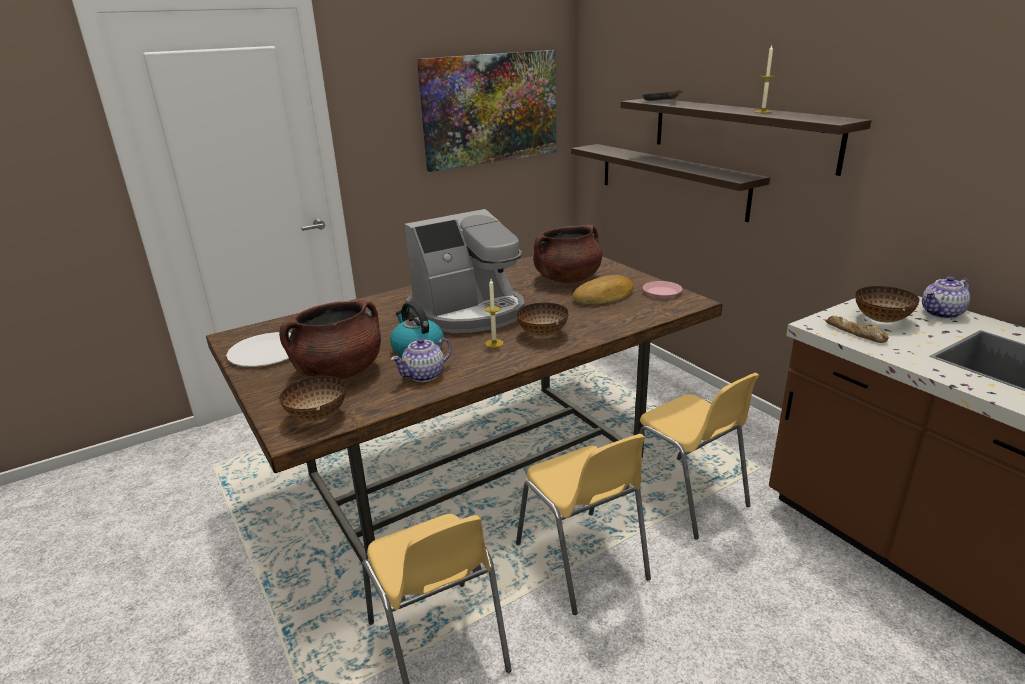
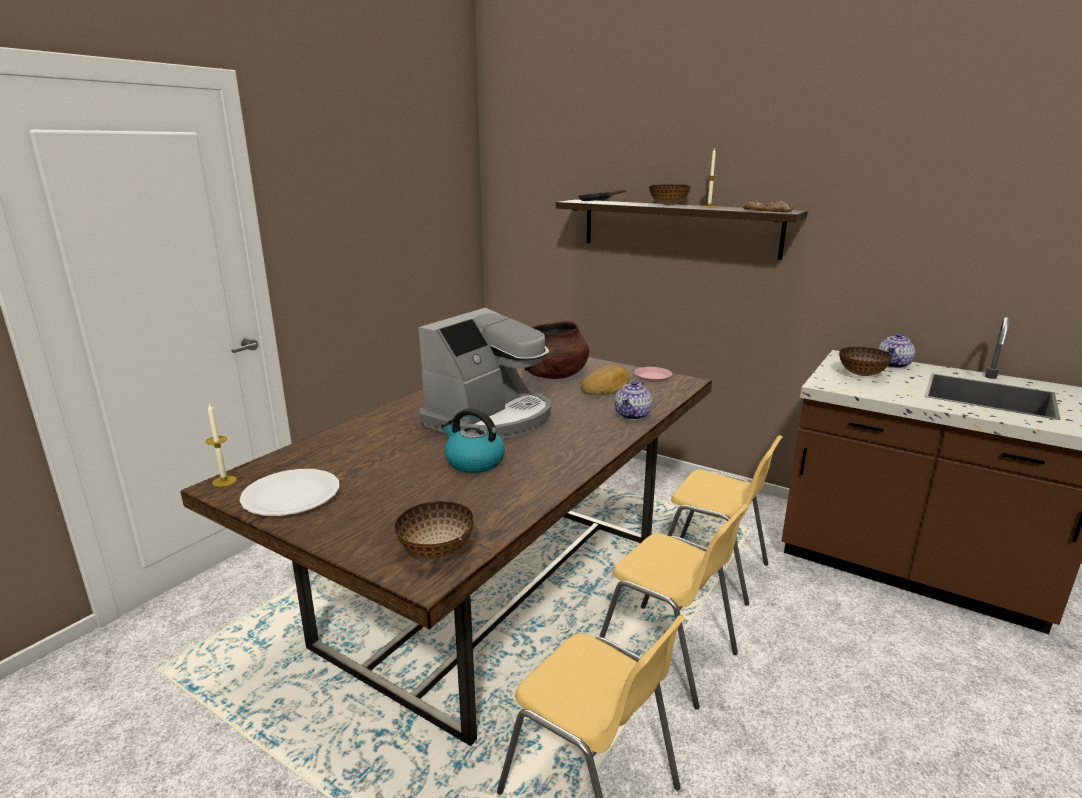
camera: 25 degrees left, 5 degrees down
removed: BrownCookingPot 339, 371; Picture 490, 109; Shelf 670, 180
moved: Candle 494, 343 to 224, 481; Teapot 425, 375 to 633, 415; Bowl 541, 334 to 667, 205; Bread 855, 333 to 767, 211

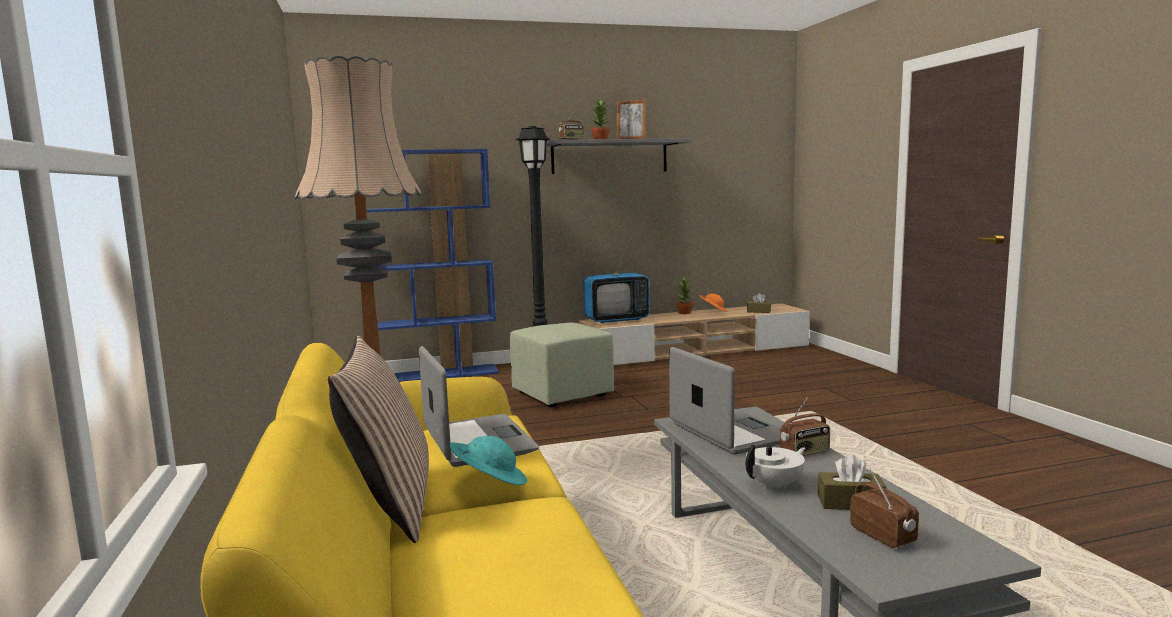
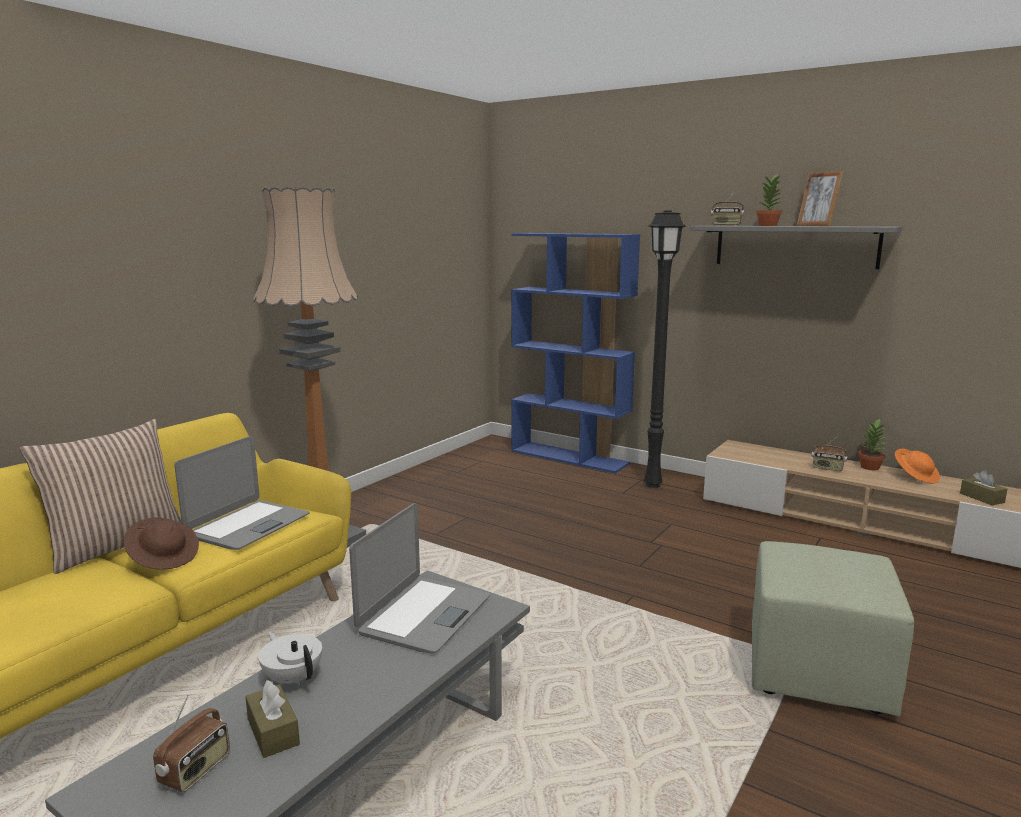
camera: 50 degrees right, 5 degrees up
removed: Television 617, 320
moved: GreenOttoman 561, 394 to 816, 670; Radio 805, 452 to 827, 468
recoloured: TurquoiseHat 489, 482 to BrownHat 164, 558
turned: WhiteTeapot 775, 485 = 293, 678 150 degrees counterclockwise

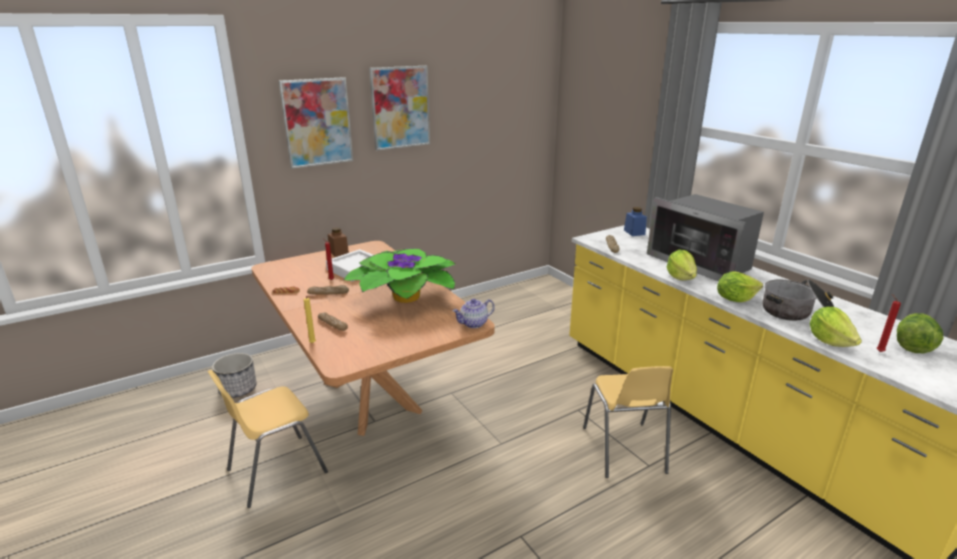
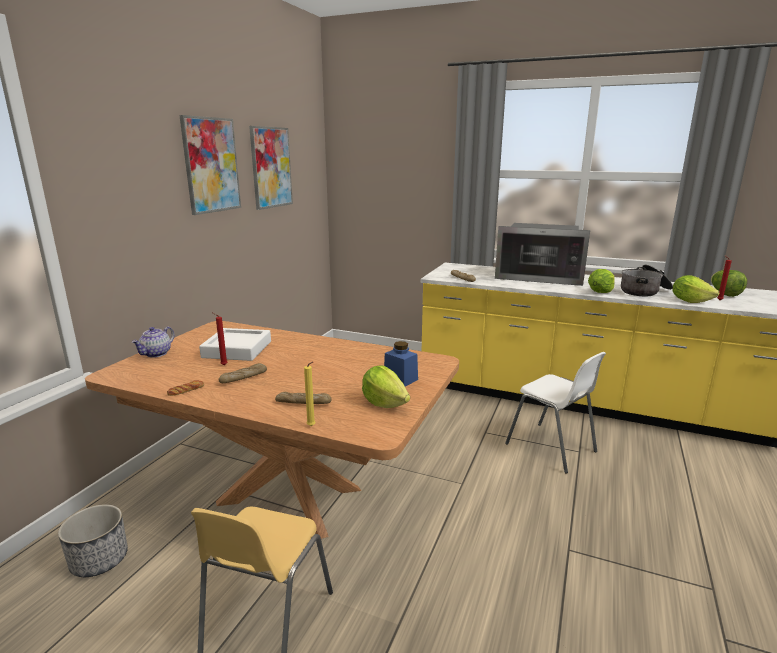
camera: 35 degrees left, 5 degrees down
removed: BrownJar 338, 252; PottedPlant 404, 298
moved: Teapot 473, 324 to 156, 354; Picture 317, 122 to 271, 167; Lettuce 680, 277 to 384, 403; BlueJar 634, 232 to 400, 379
recoloured: YellowChair 624, 450 to WhiteChair 551, 448

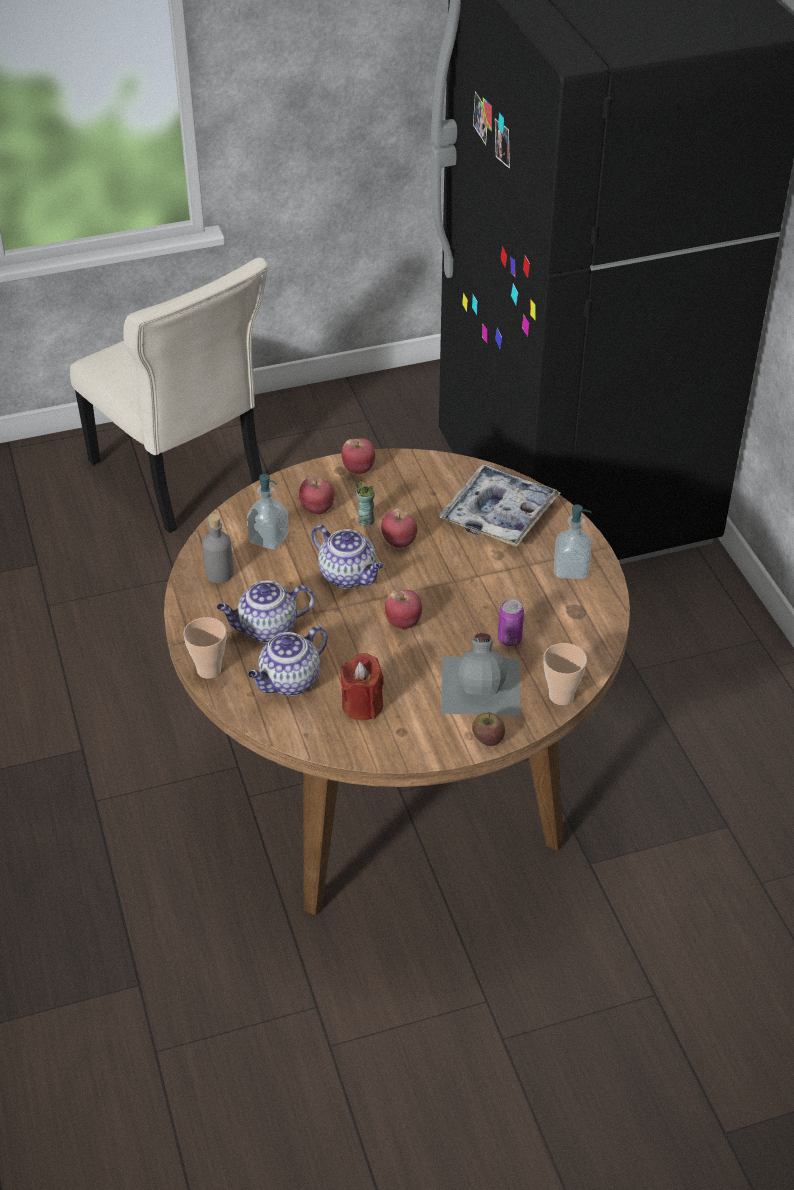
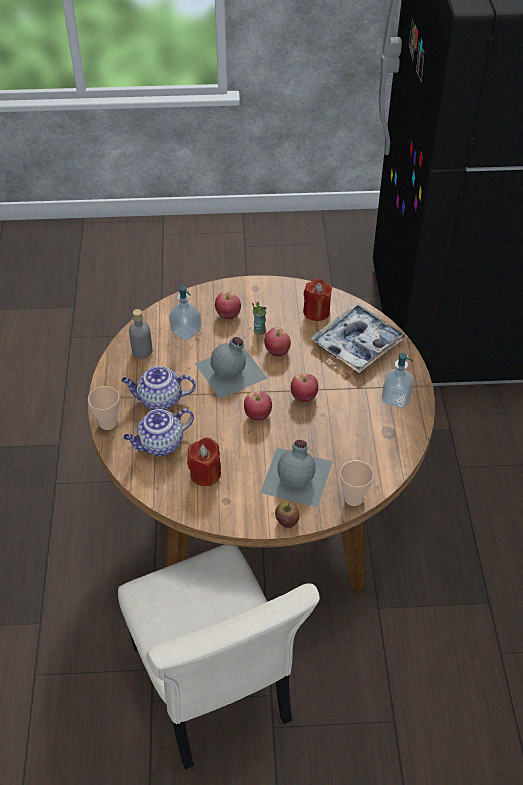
camera: 15 degrees right, 5 degrees up
removed: Can 509, 639
added: RedCandle 316, 312
moved: BeigeChair 180, 477 to 213, 689; Apple 359, 469 to 304, 397
replaced: Teapot 349, 576 to GreyBottle 232, 371

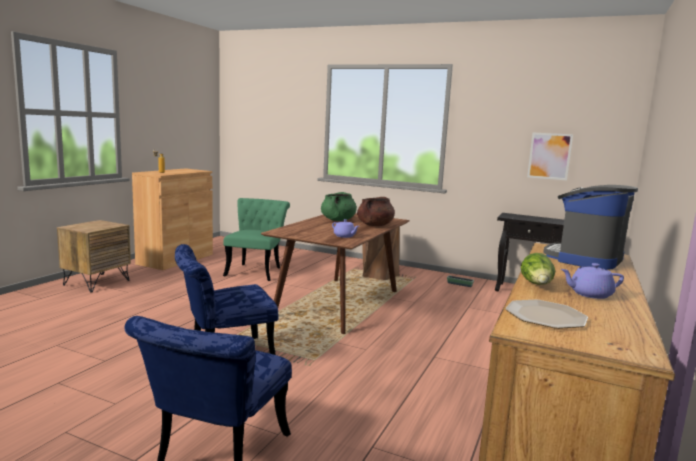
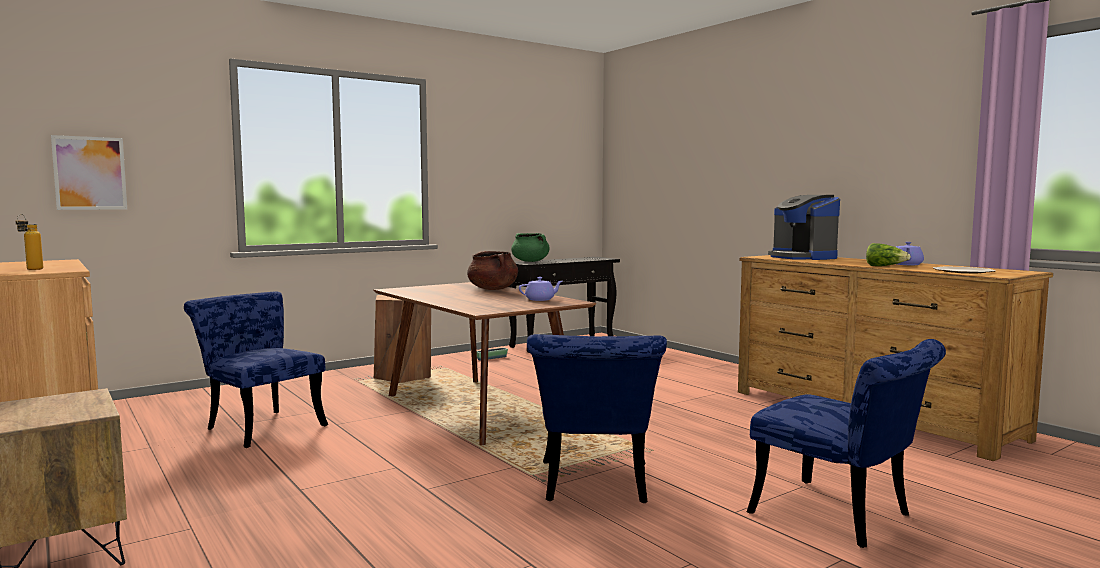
camera: 60 degrees left, 5 degrees down
moved: Picture 549, 156 to 90, 173; GreenCookingPot 338, 220 to 530, 261
recoloured: GreenChair 256, 271 to BlueChair 260, 426

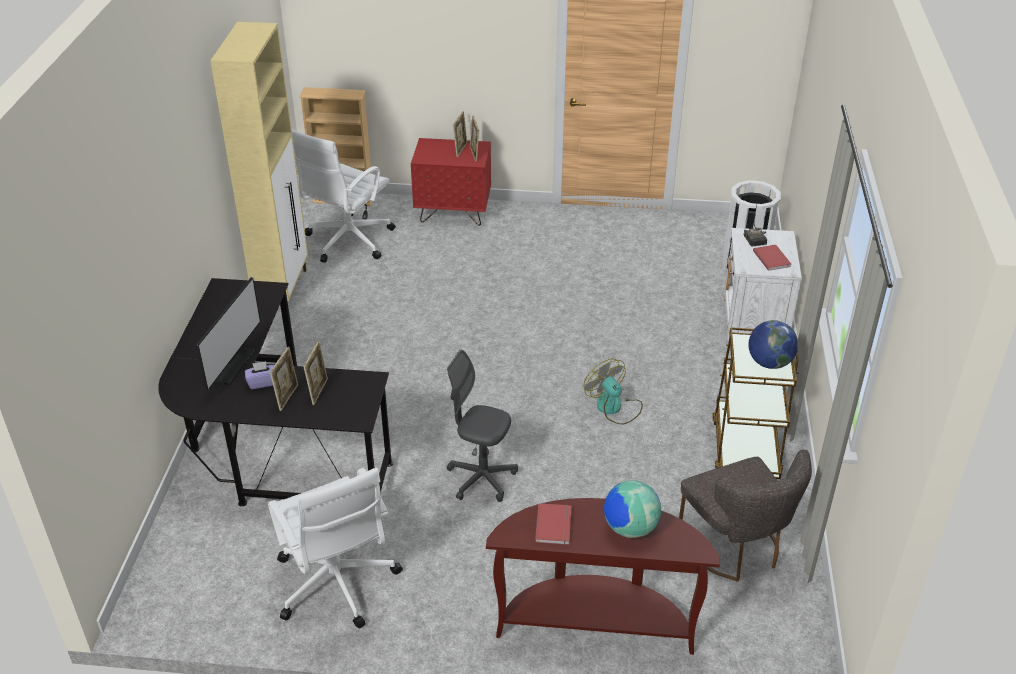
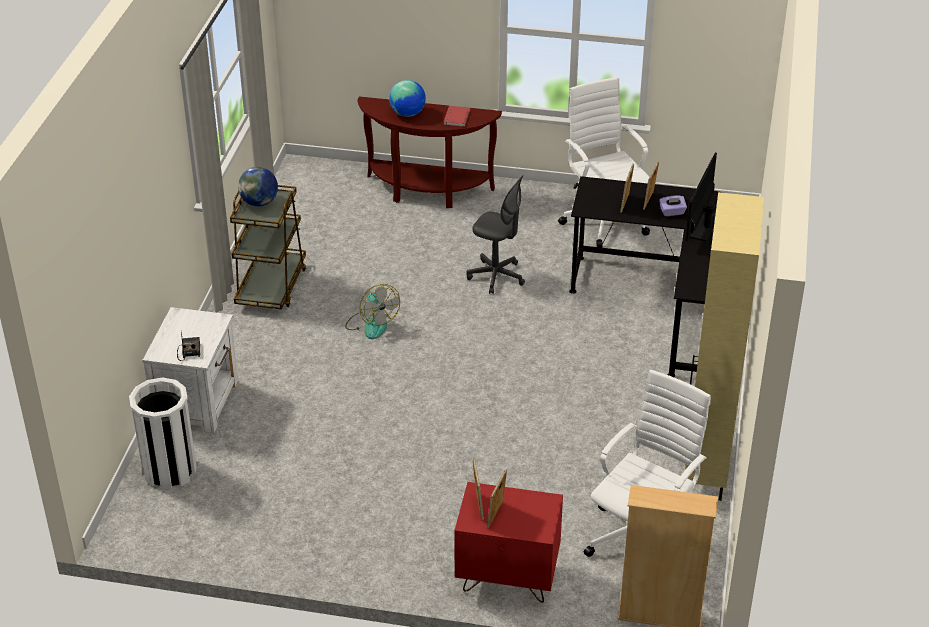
camera: 175 degrees left, 0 degrees up
removed: GreyChair 736, 549; RedBook 772, 258

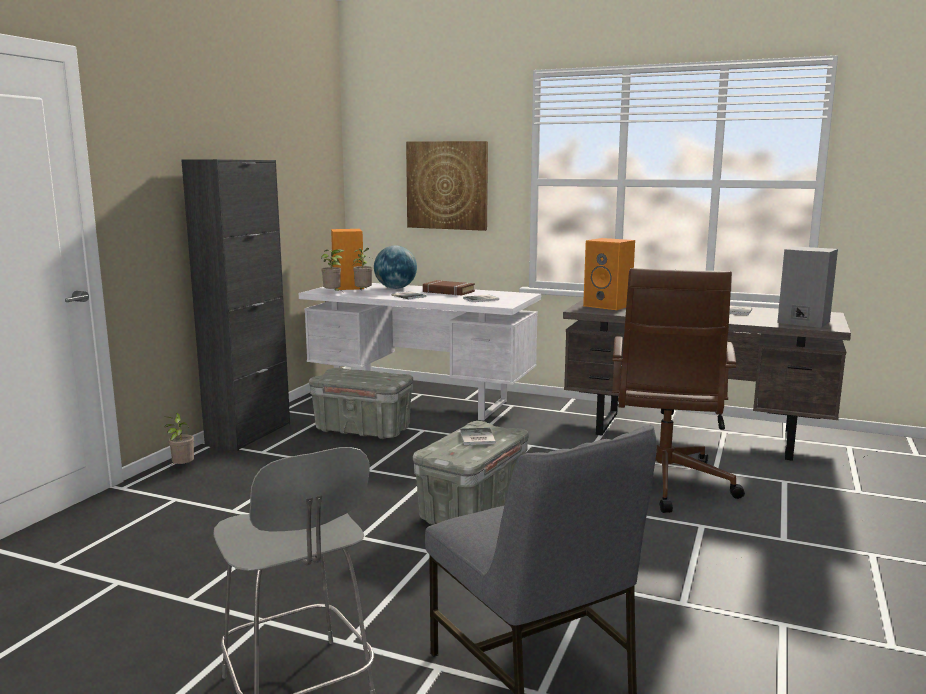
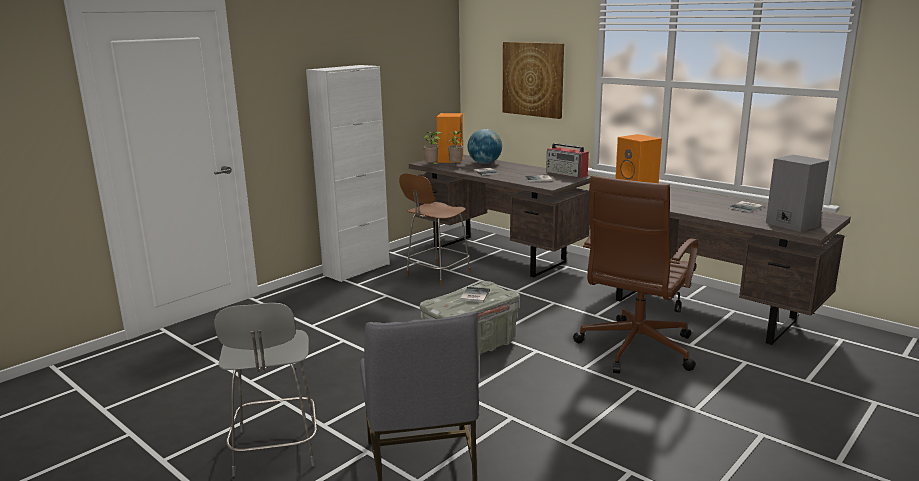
camera: 20 degrees right, 5 degrees up
removed: PottedPlant 182, 468; BrownBook 448, 292
added: Radio 567, 174
replaced: GreyStorageBox 362, 430 to BrownChair 436, 275
recoloured: BlackCabinet 249, 434 to WhiteCabinet 357, 269; WhiteDesk 422, 401 to BrownDesk 499, 255

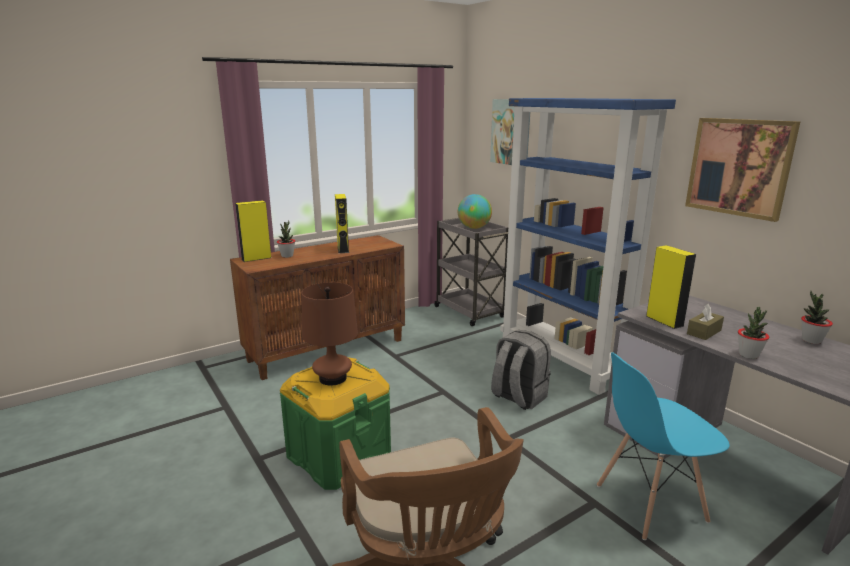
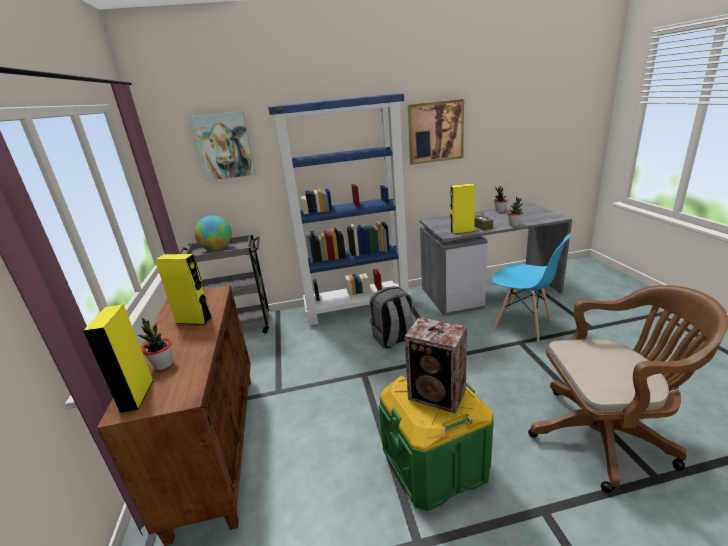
camera: 65 degrees left, 5 degrees up
replaced: BrownTableLamp 333, 378 to Speaker 438, 395
turned: BlueChair 649, 503 = 522, 324 60 degrees counterclockwise

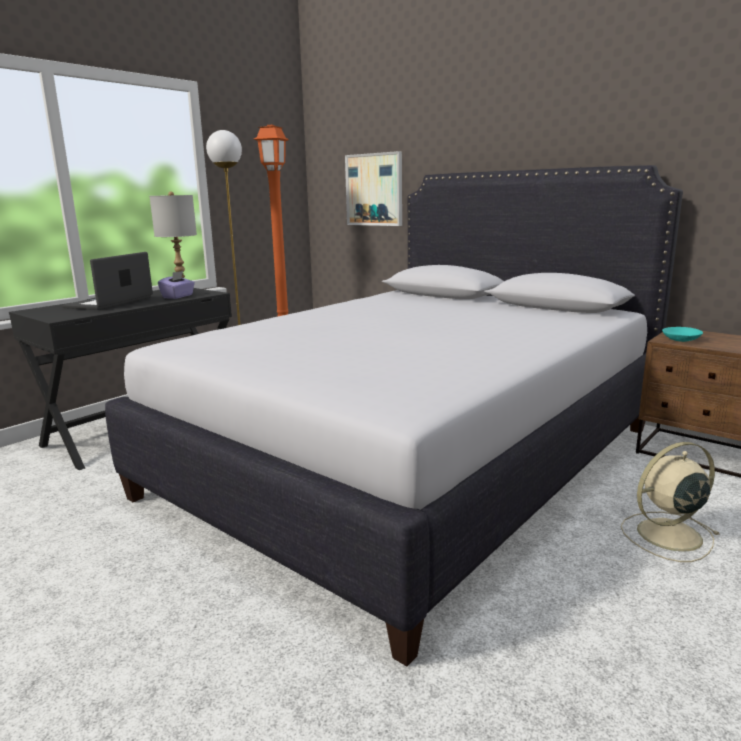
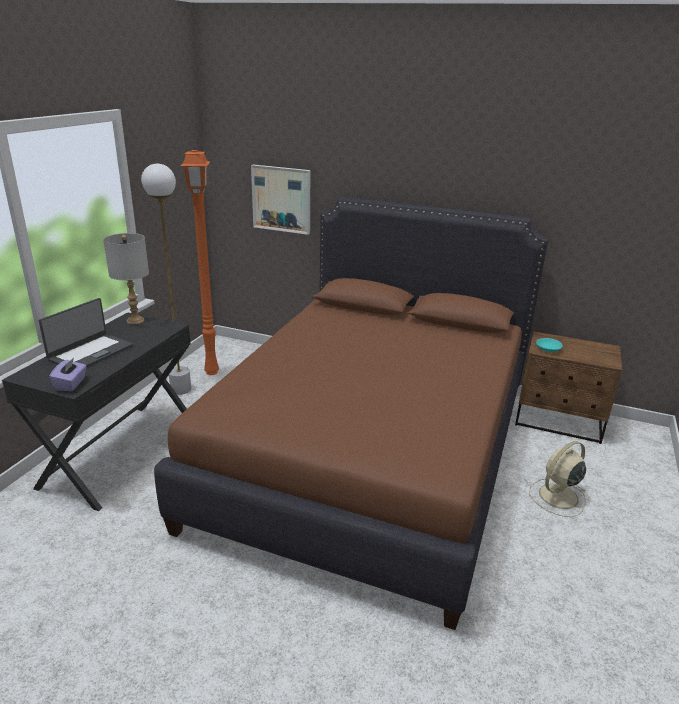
camera: 20 degrees left, 10 degrees up
moved: PurpleTissueBox 178, 296 to 71, 384
recoloured: WhiteBed 413, 460 to BrownBed 369, 455
turned: Laptop 110, 302 = 90, 352 150 degrees counterclockwise

